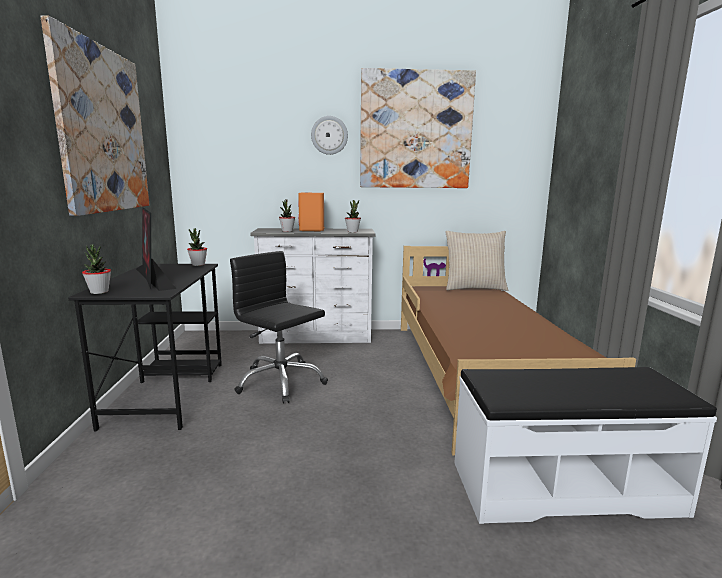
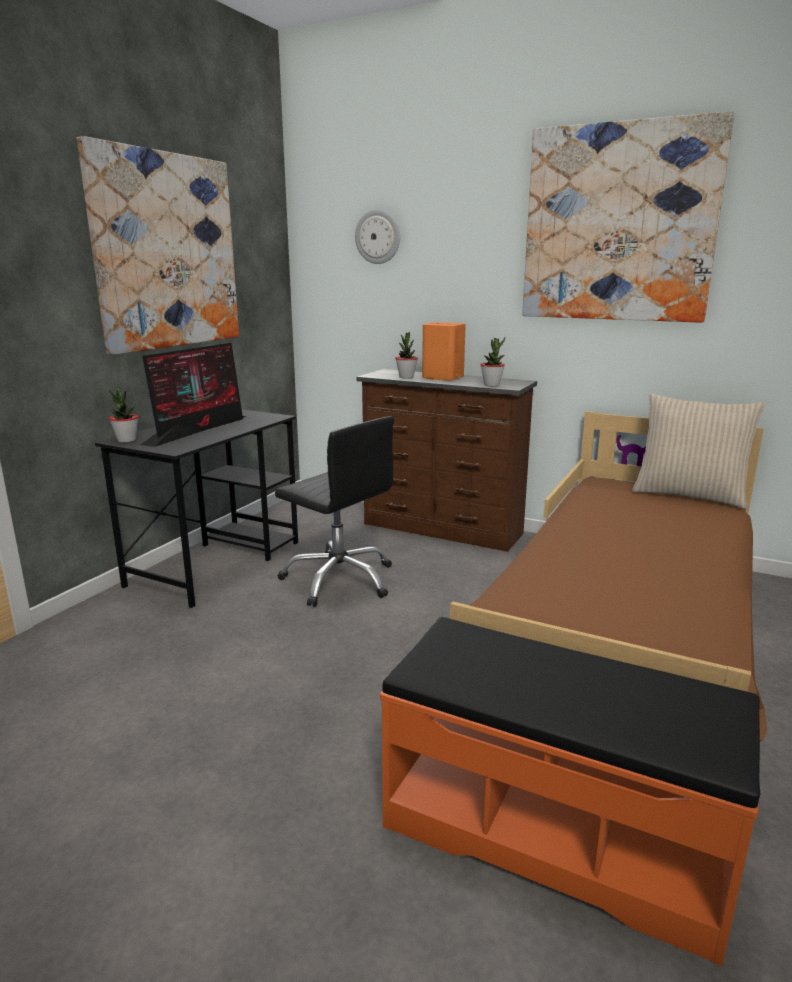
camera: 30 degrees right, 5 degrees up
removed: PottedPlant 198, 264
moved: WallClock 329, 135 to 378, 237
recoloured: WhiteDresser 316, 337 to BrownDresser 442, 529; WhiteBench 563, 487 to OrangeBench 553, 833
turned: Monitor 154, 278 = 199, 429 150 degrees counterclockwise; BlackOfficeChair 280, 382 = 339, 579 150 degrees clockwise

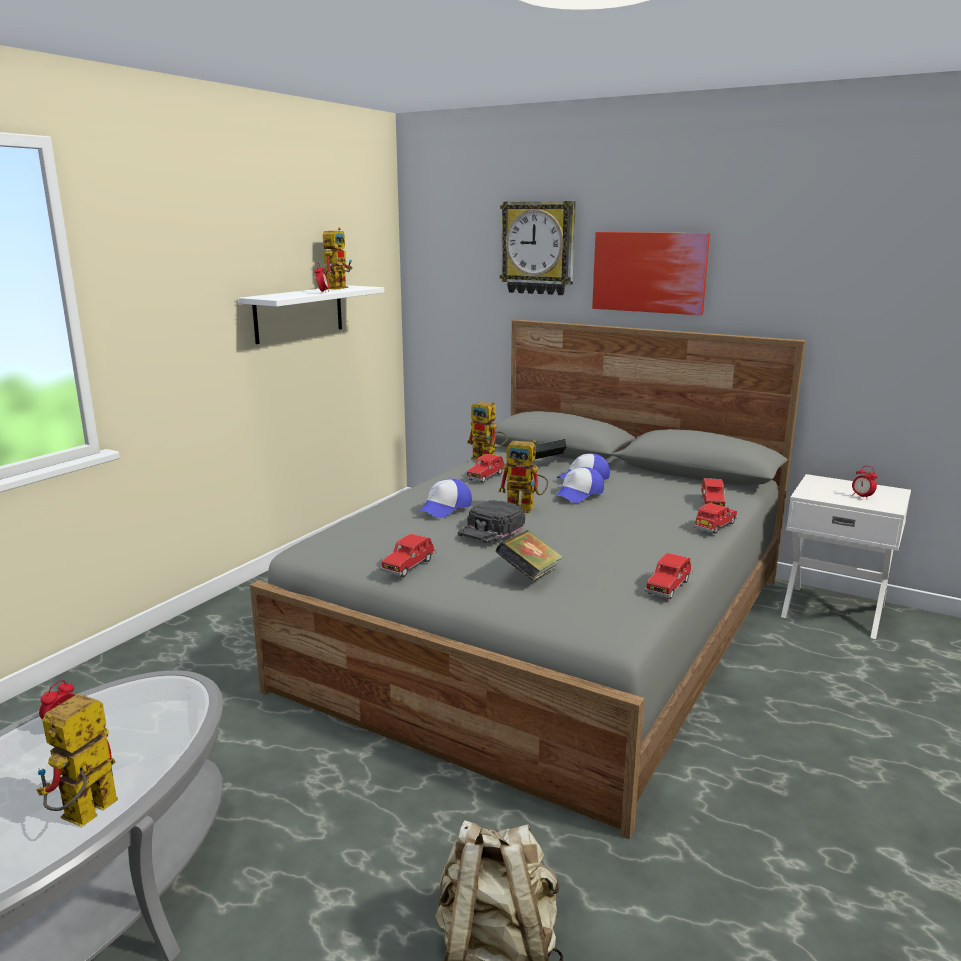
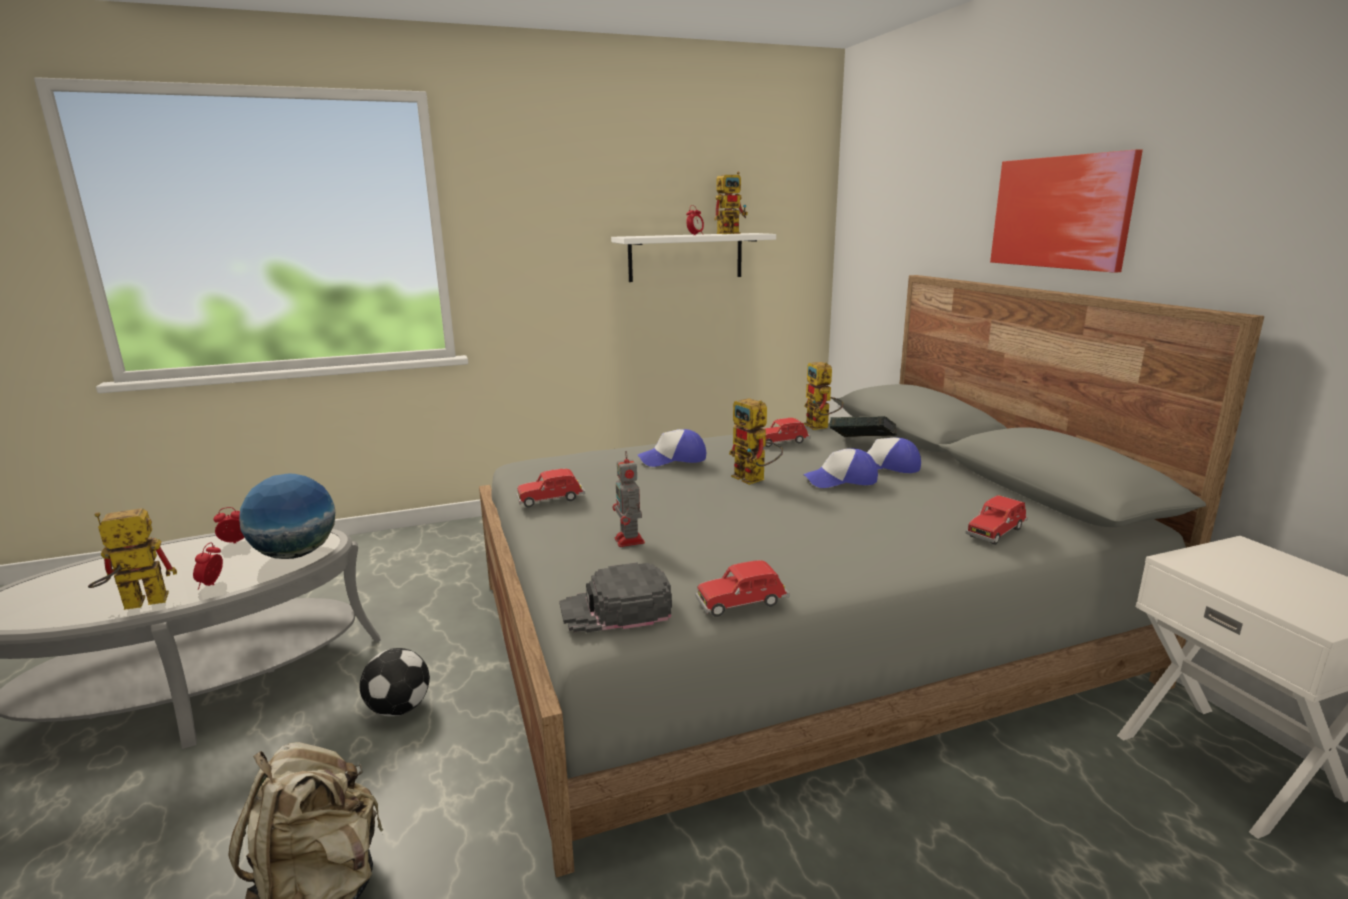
camera: 40 degrees right, 0 degrees up
removed: WallClock 538, 248; RedToyCar 715, 527
added: Globe 296, 554; Football 400, 709
moved: AlarmClock 861, 497 to 212, 584; BlackCap 491, 529 to 616, 609
replaced: Book 529, 575 to ToyRobot 630, 541

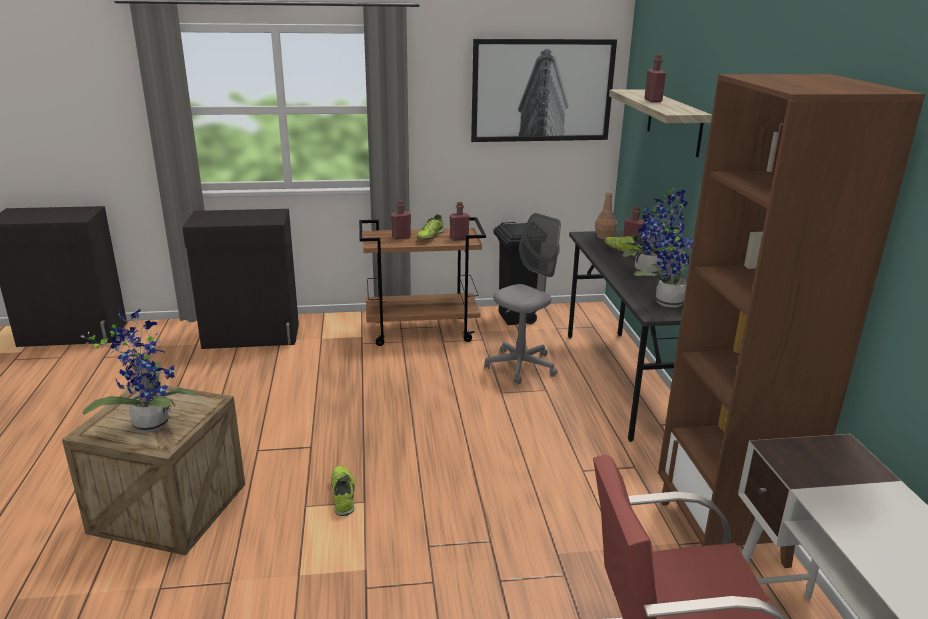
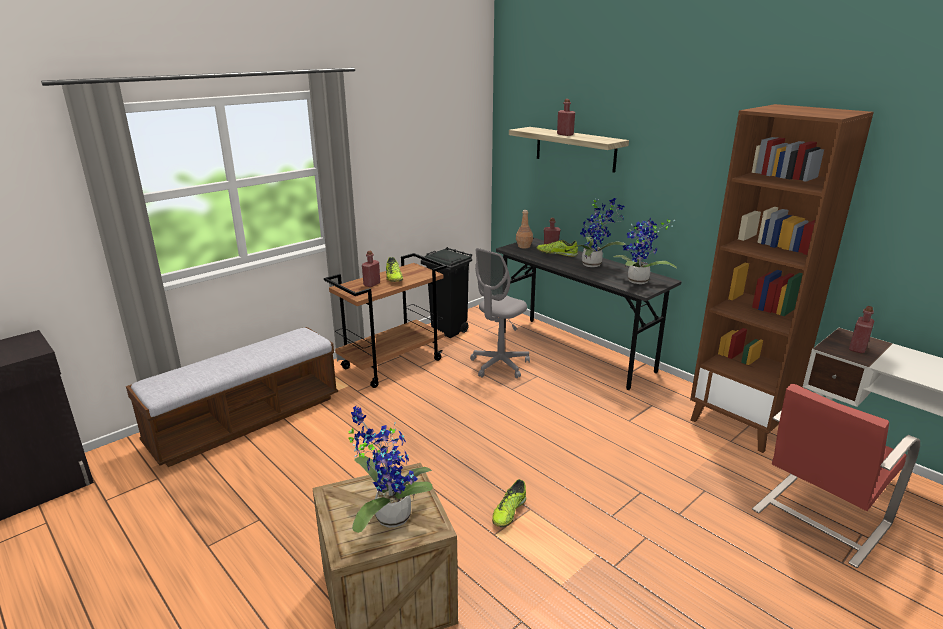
camera: 35 degrees left, 0 degrees up
removed: Picture 542, 90
moved: RedBottle 459, 238 to 857, 348
replaced: BlackCabinet 252, 336 to Bench 246, 420
turned: GreyOfficeChair 521, 366 = 499, 365 150 degrees counterclockwise; Shoe 343, 495 = 509, 512 105 degrees counterclockwise

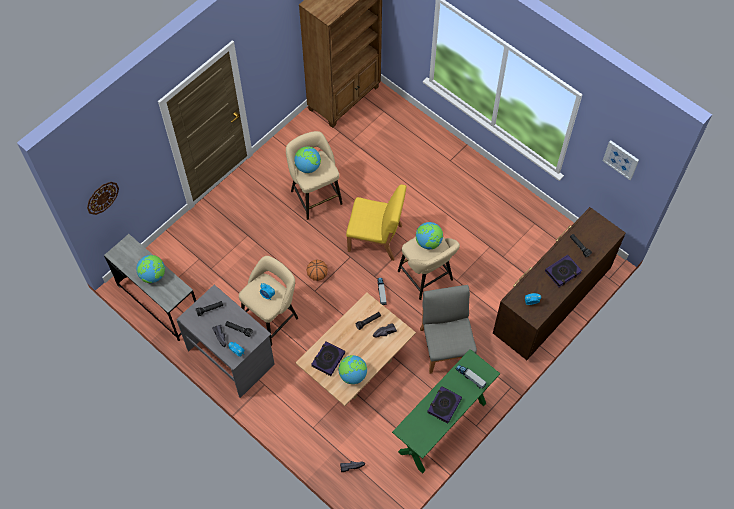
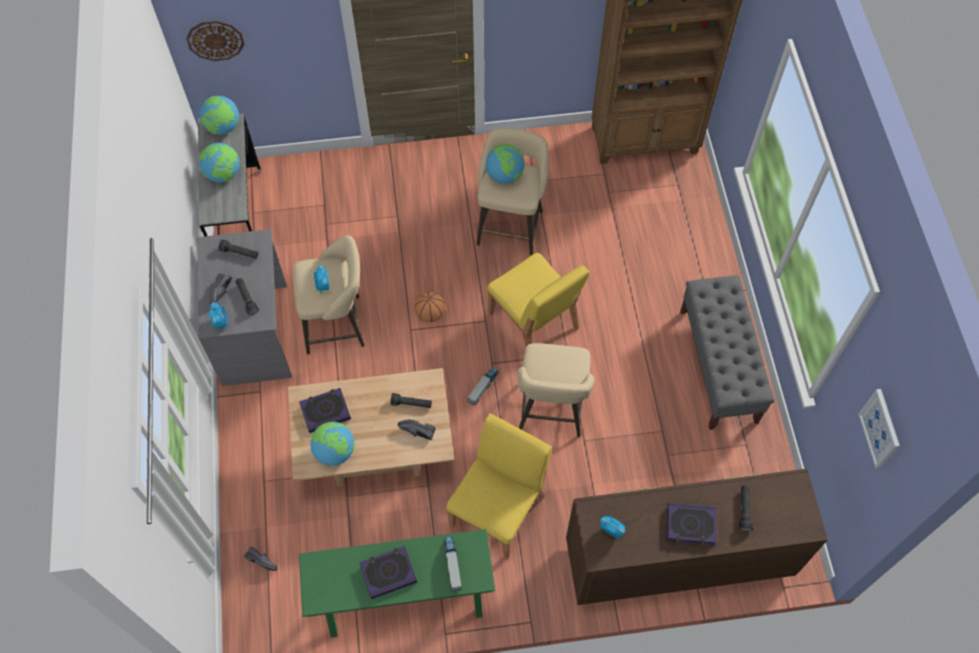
camera: 40 degrees right, 0 degrees up
added: GreyBench 718, 366
moved: Globe 428, 242 to 223, 128
recoloured: GreyChair 446, 346 to YellowChair 498, 509

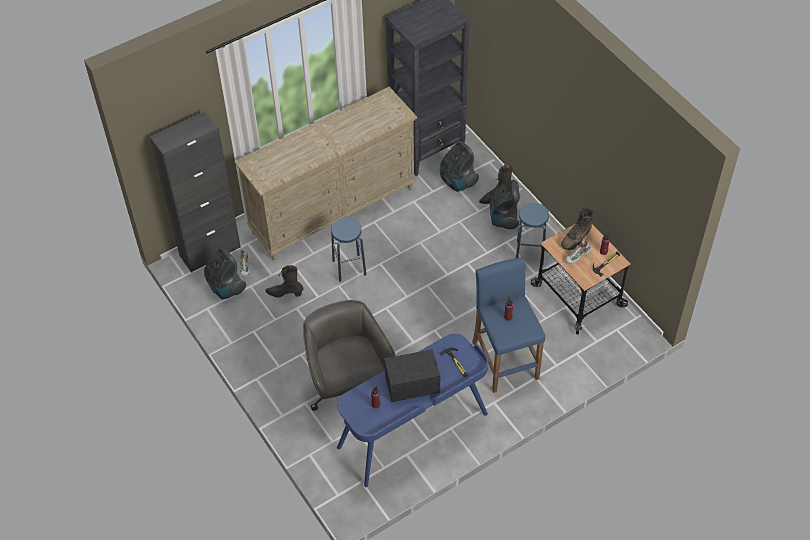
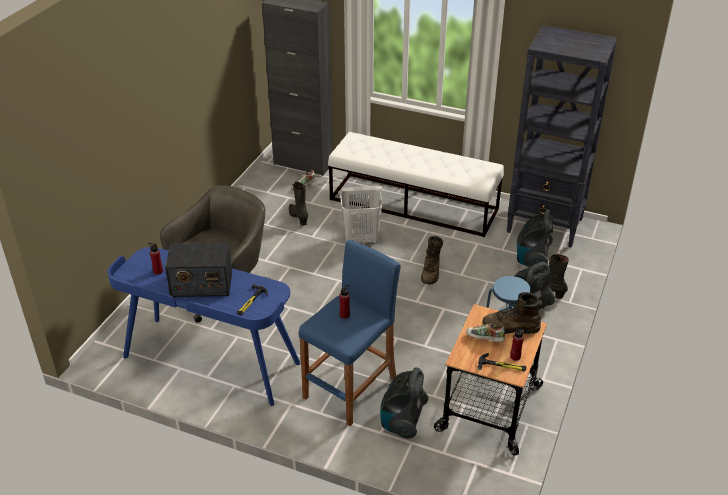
camera: 55 degrees right, 15 degrees down
added: BrownBoot 431, 272
moved: VacuumCleaner 225, 288 to 402, 422
replaced: BeigeDresser 333, 210 to WhiteBench 414, 204; BlueStool 349, 267 to WhiteLaundryBasket 361, 239
turned: Radio 412, 384 = 201, 284 135 degrees clockwise

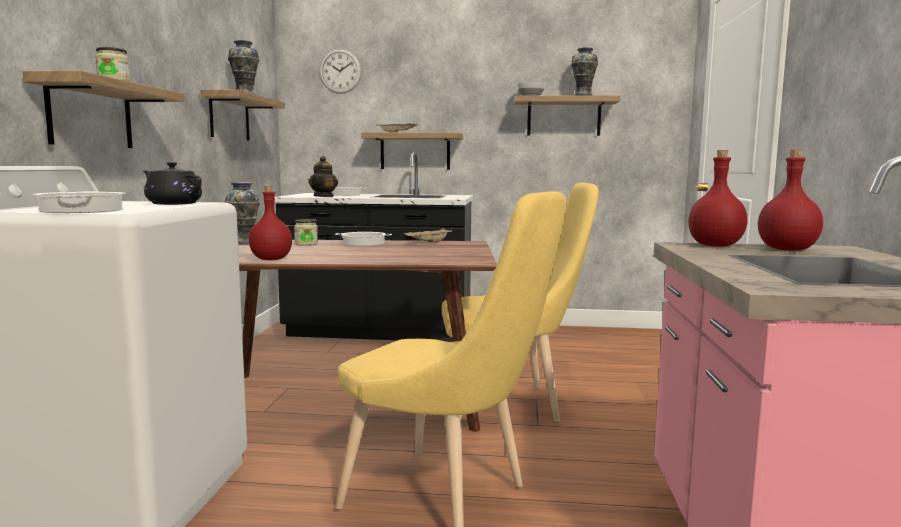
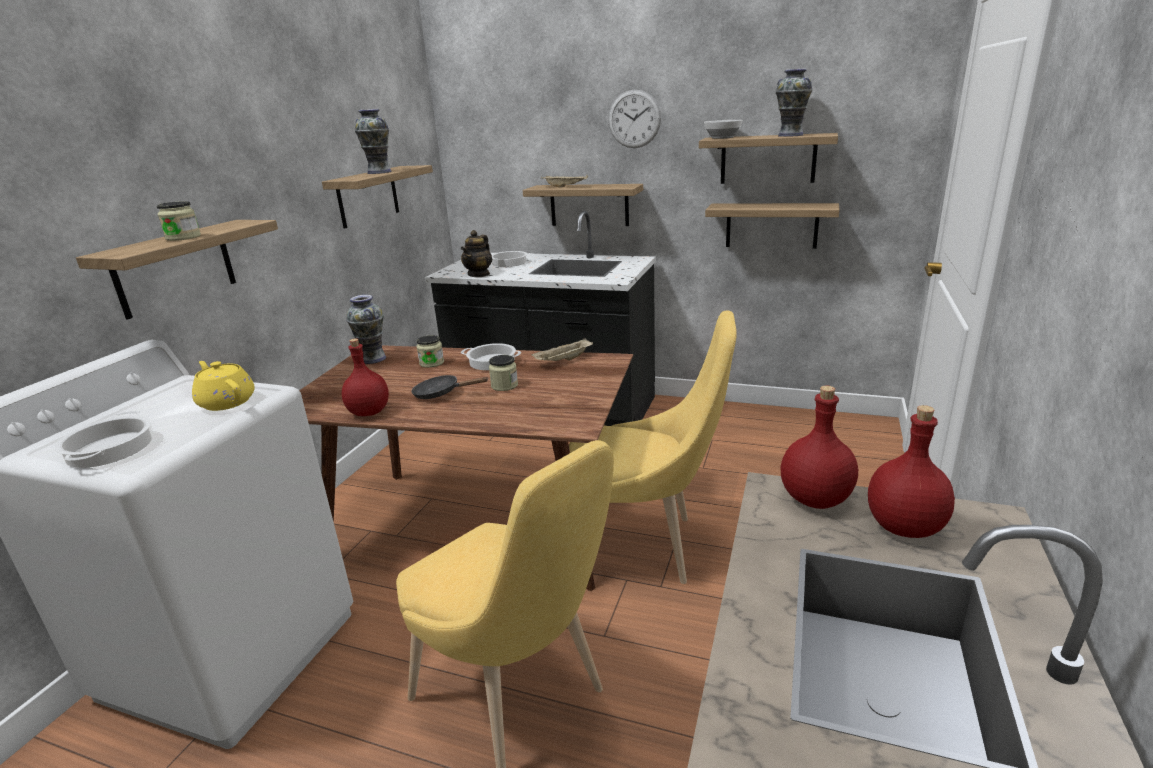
camera: 15 degrees right, 15 degrees up
added: BlackFryingPan 441, 393; Jar 504, 385; Shelf 771, 225
moved: WallClock 340, 71 to 634, 119
recoloured: BlackTeapot 173, 204 to YellowTeapot 226, 402

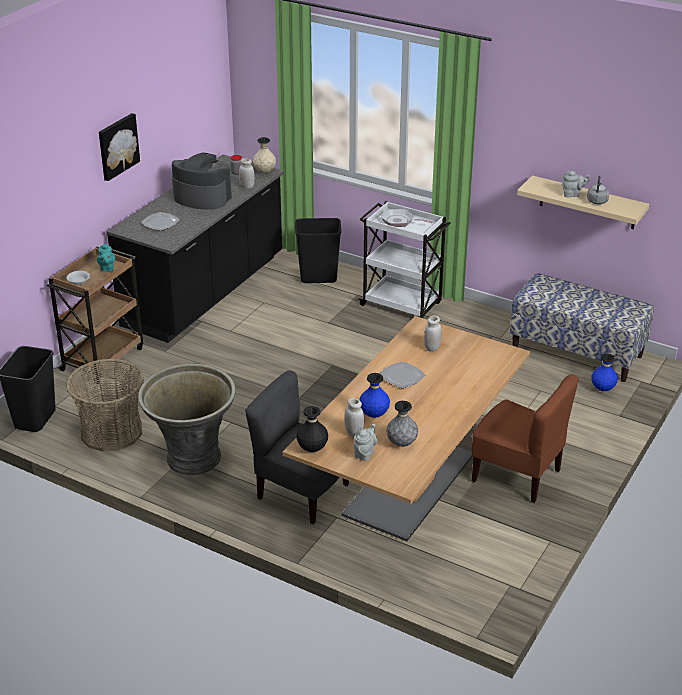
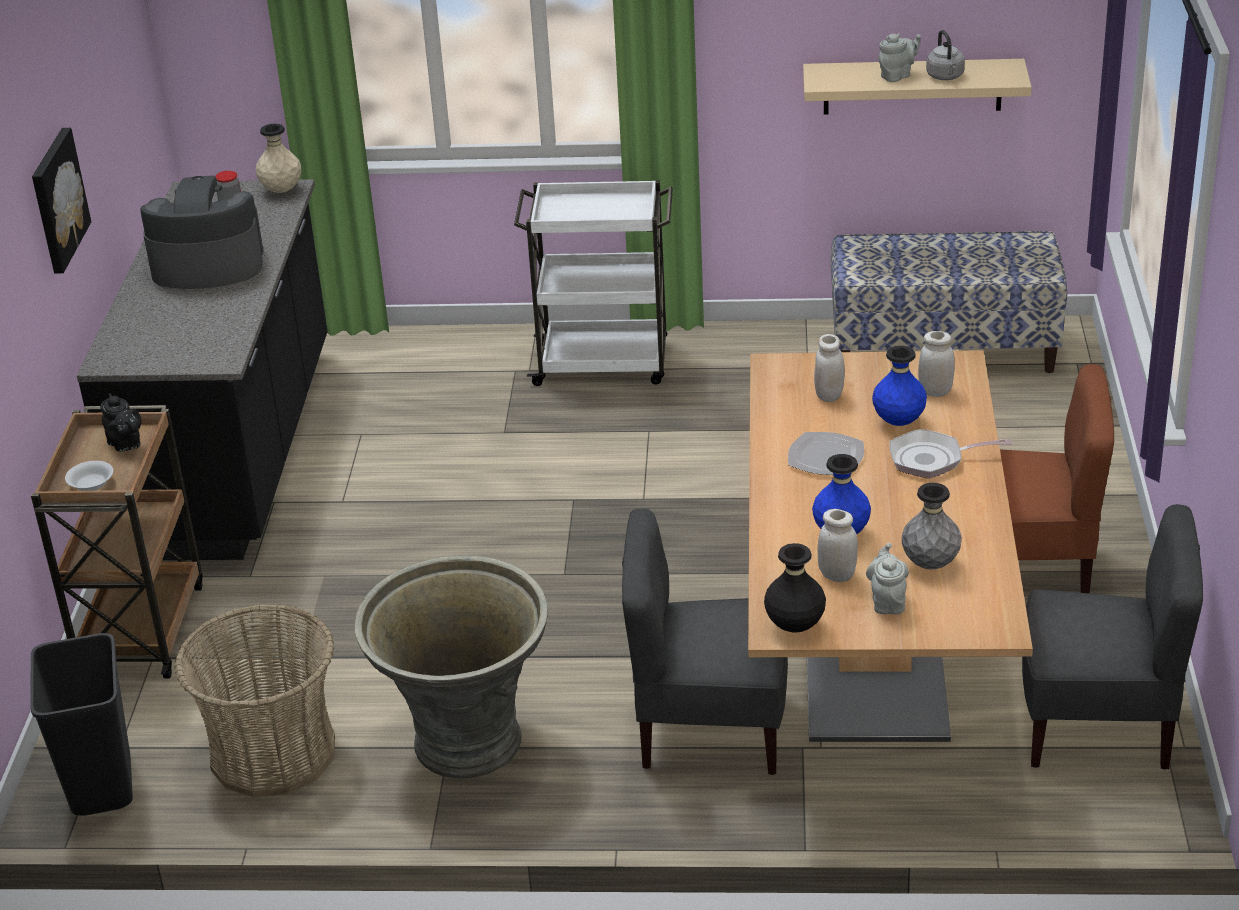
camera: 25 degrees left, 0 degrees up
removed: Plate 160, 222; BlackTrashCan 319, 277
added: GreyChair 1097, 726
moved: BlueVase 602, 389 to 898, 422; FryingPan 400, 221 to 932, 459; WhiteJar 247, 187 to 935, 391
recoloured: TurquoiseTeapot 107, 269 to BlackTeapot 125, 445

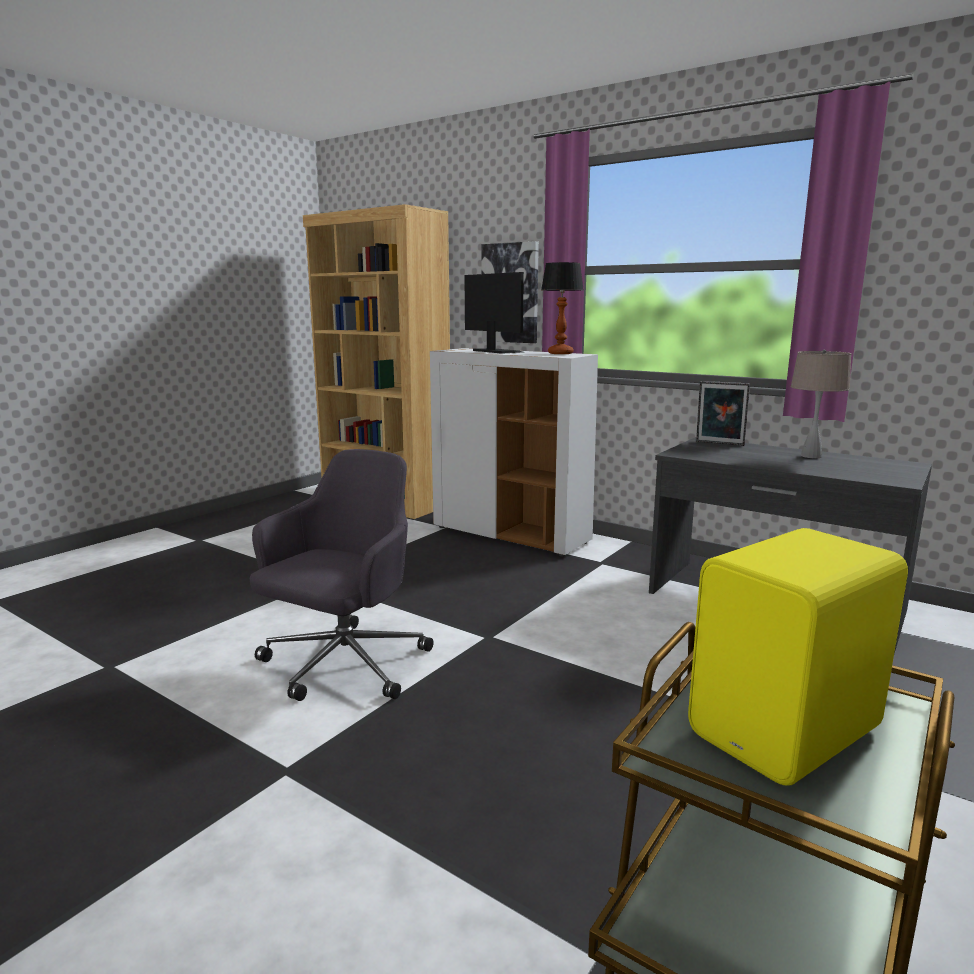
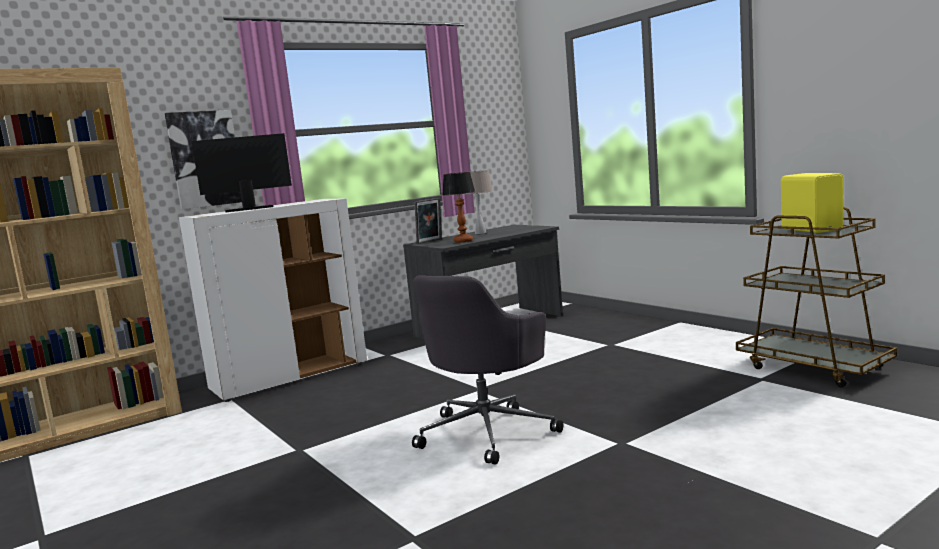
camera: 70 degrees left, 5 degrees down
moved: TableLamp 559, 353 to 463, 241
turned: GreyOfficeChair 343, 665 = 488, 432 105 degrees counterclockwise

